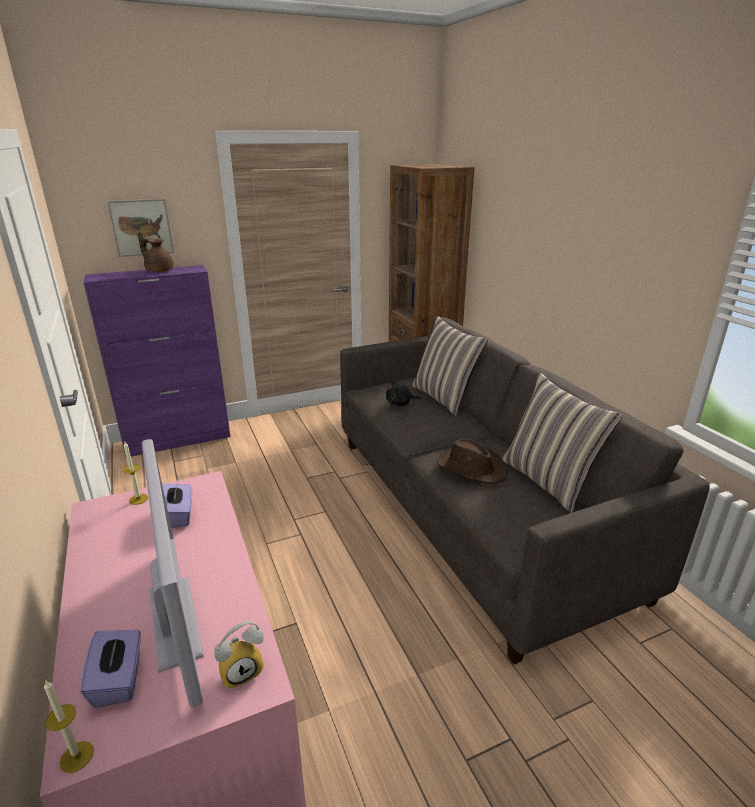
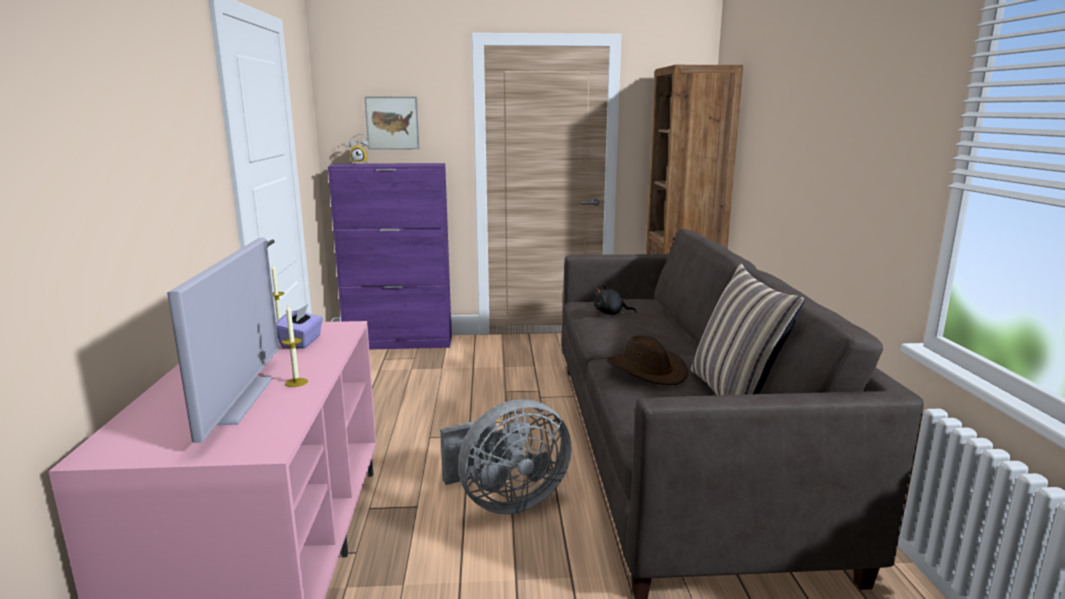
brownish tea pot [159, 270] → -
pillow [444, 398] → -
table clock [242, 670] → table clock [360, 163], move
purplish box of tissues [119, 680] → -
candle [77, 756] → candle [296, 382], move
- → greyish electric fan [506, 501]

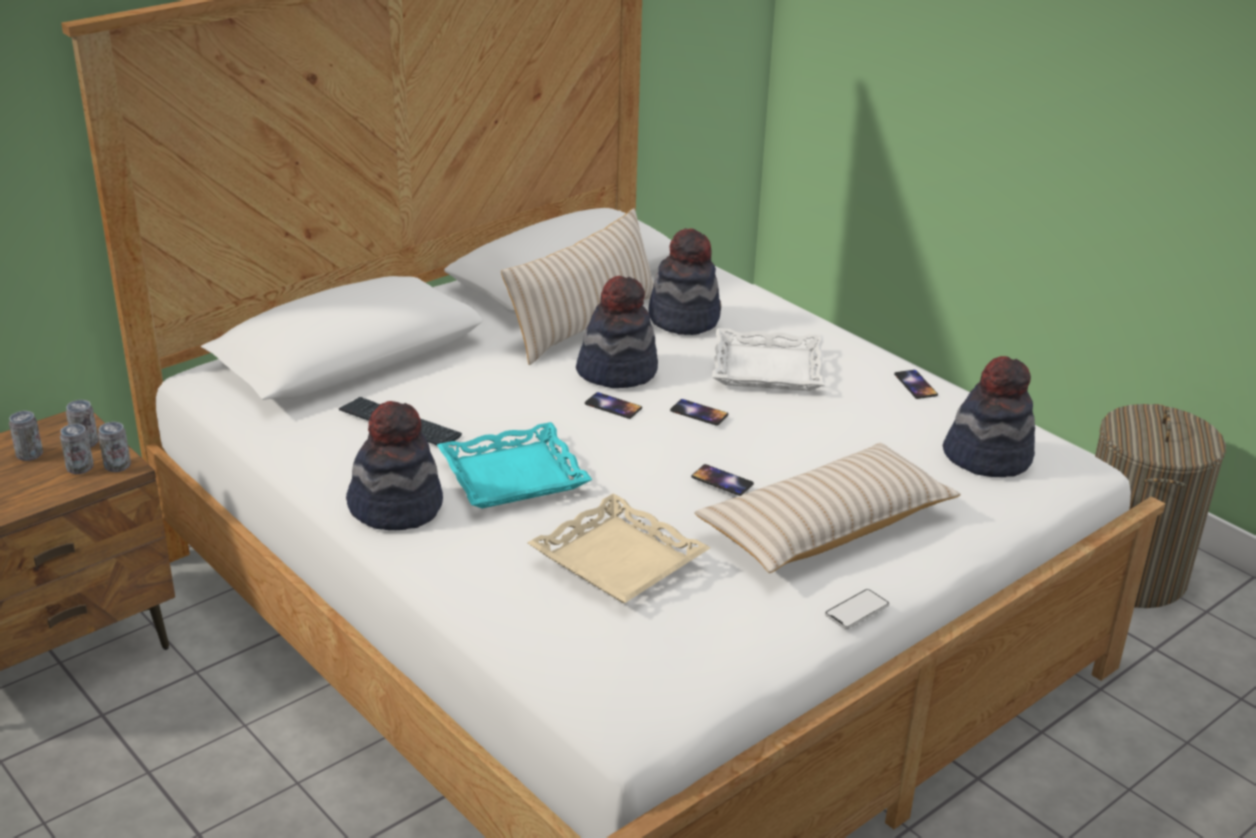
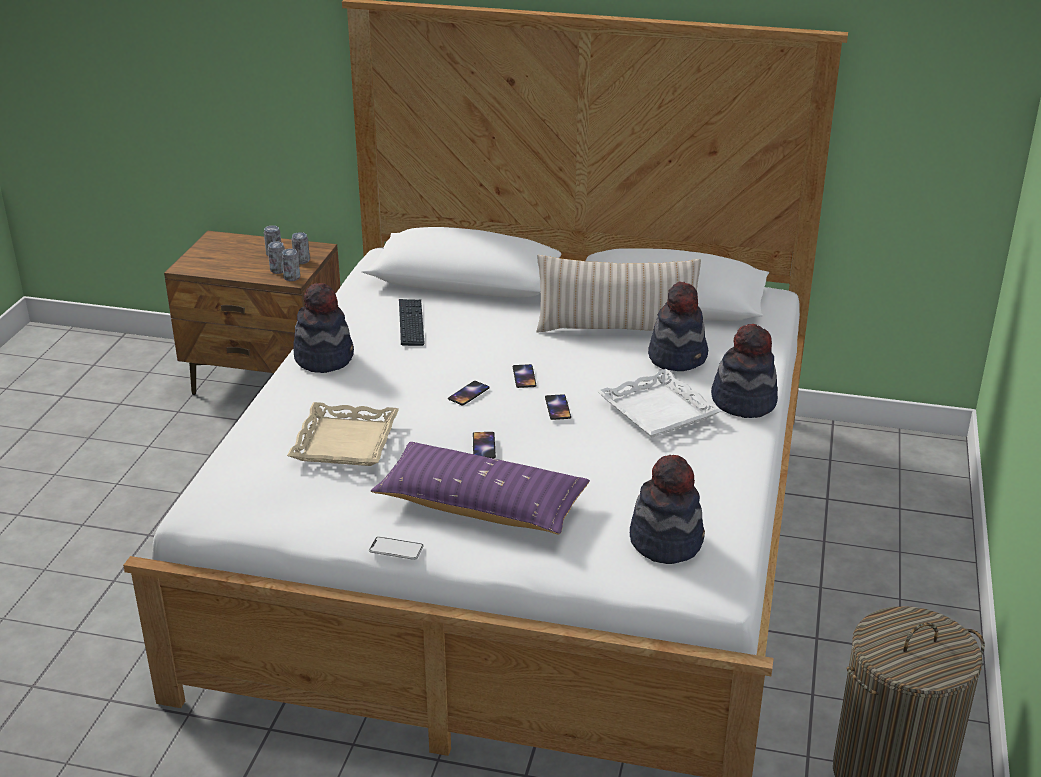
wearable hat [617, 371] → wearable hat [743, 401], move
phone [915, 385] → phone [469, 393], move
turquoise tray [513, 475] → -
beige-coloured pillow [826, 527] → purplish pillow [481, 505]

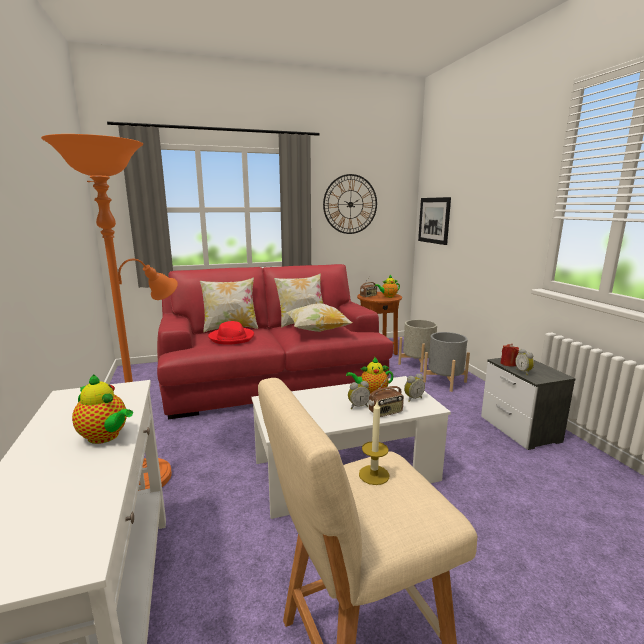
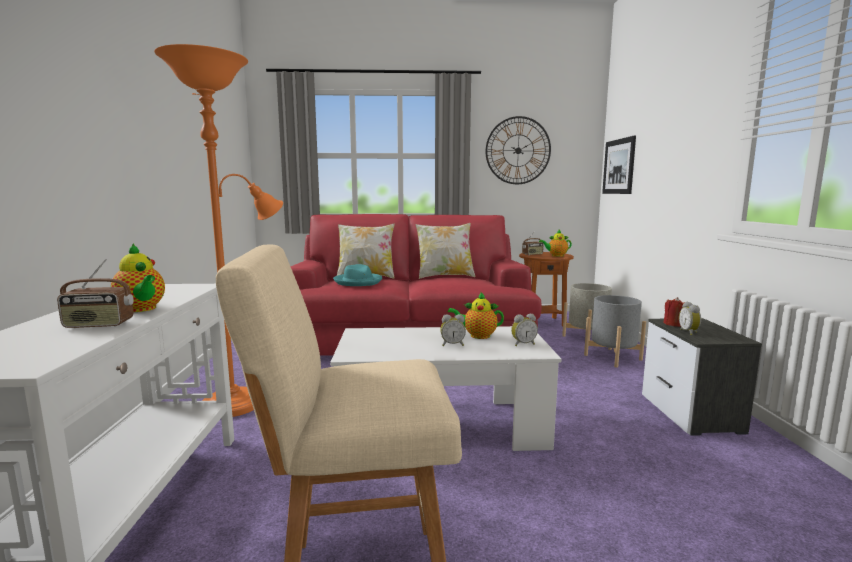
pillow [317, 331] → -
reddish wearable hat [232, 338] → turquoise wearable hat [358, 282]
radio set [385, 412] → radio set [98, 325], move
candle [374, 475] → -

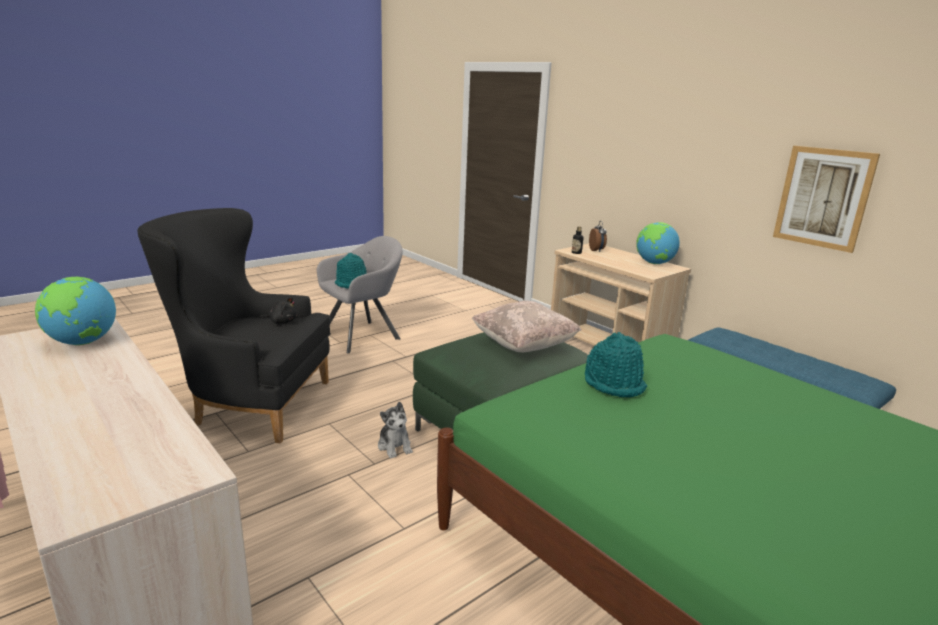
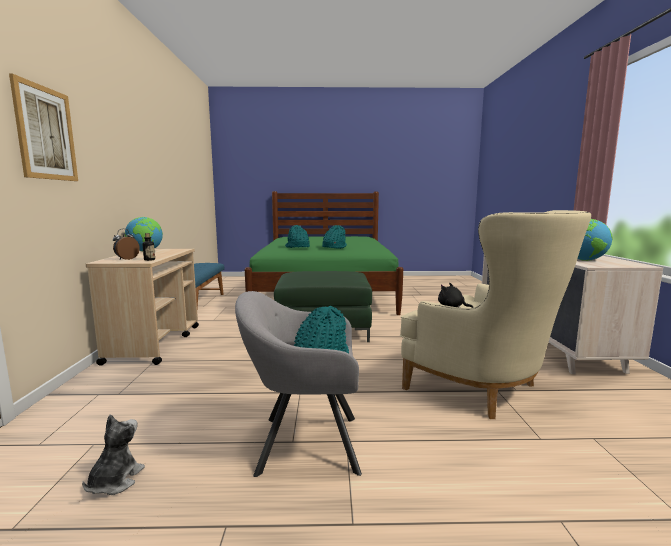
picture [823, 198] → picture [46, 133], move
black lounge chair [249, 403] → beige-coloured lounge chair [484, 390]
beige-coloured pillow [524, 346] → -
plush toy [395, 446] → plush toy [115, 481], move
- → turquoise wearable hat [297, 247]

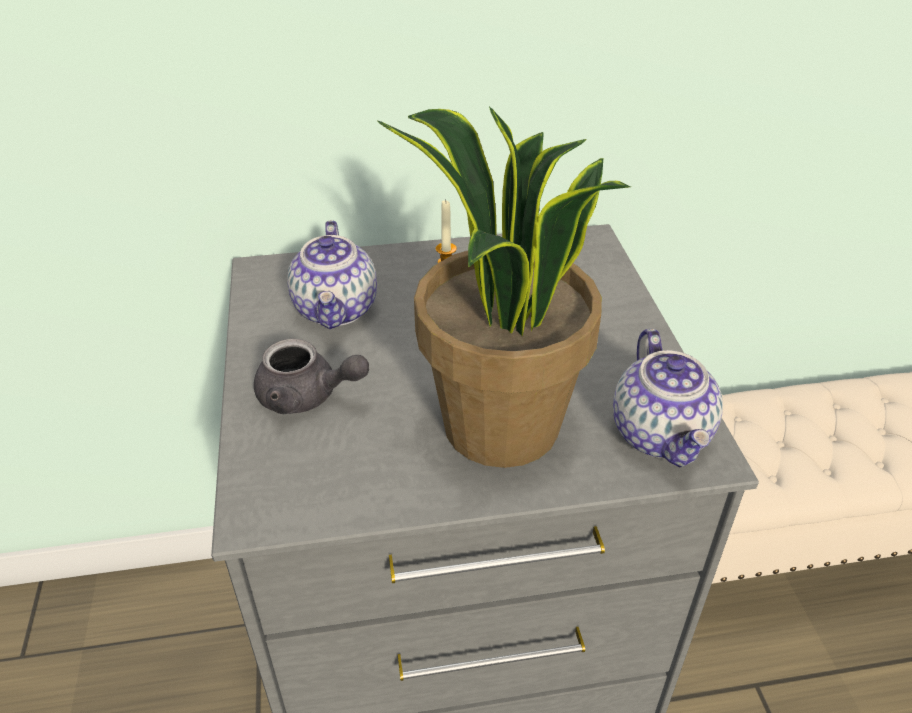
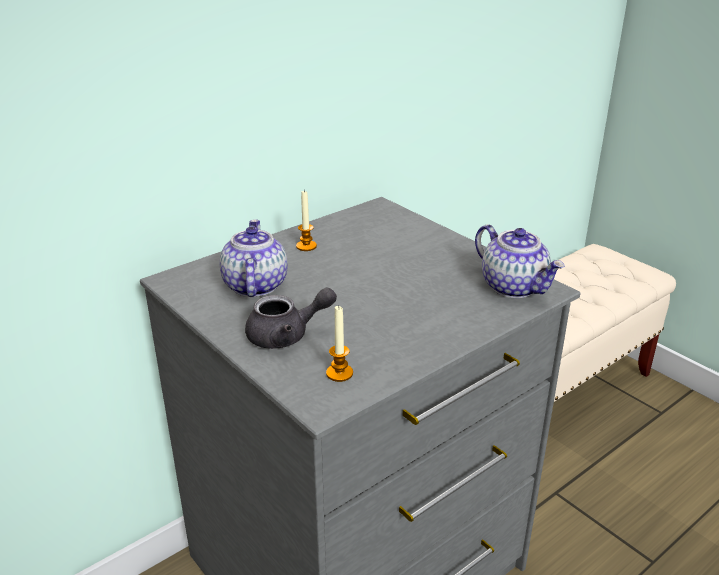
plant in a pot [499, 427] → -
tea pot [337, 309] → tea pot [254, 285], 150 degrees counterclockwise
- → candle [339, 373]

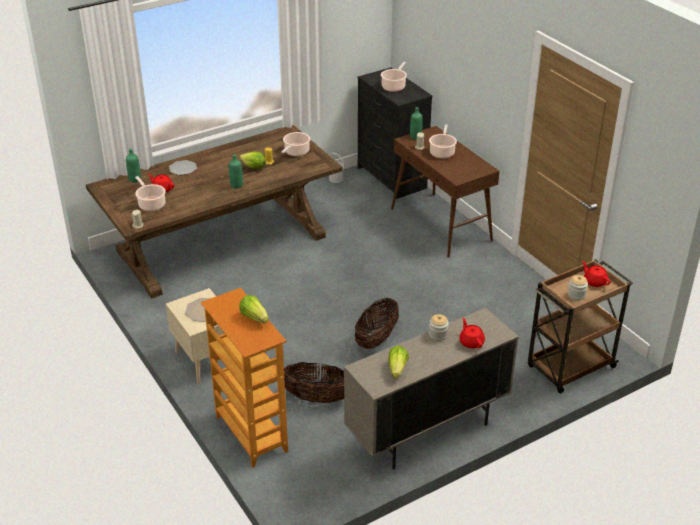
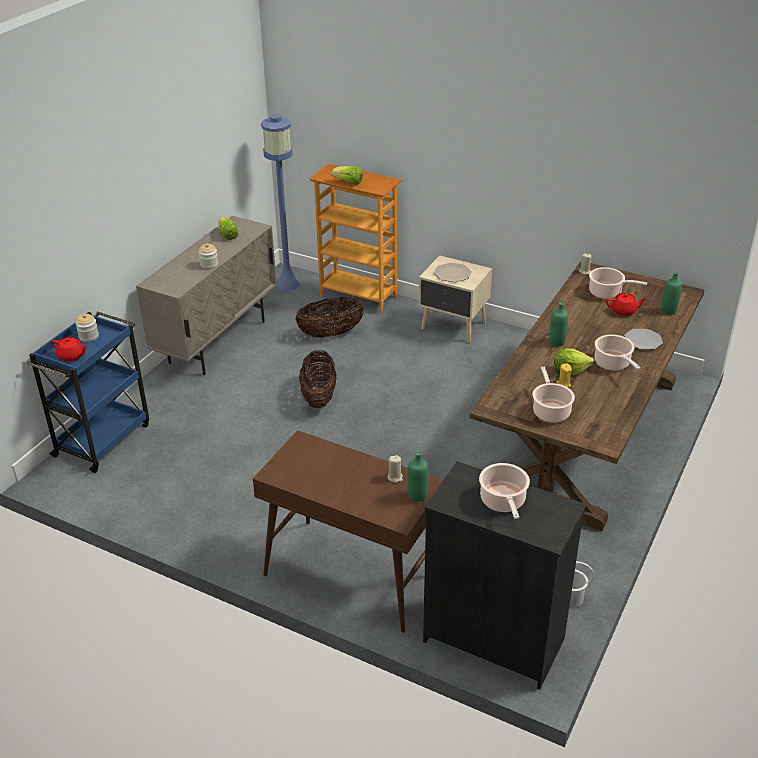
stockpot [442, 152] → stockpot [613, 364], move
brownish wheeled cart [569, 368] → bluish wheeled cart [103, 439]
reddish tea pot [471, 342] → -
- → bluish floor lamp [288, 284]

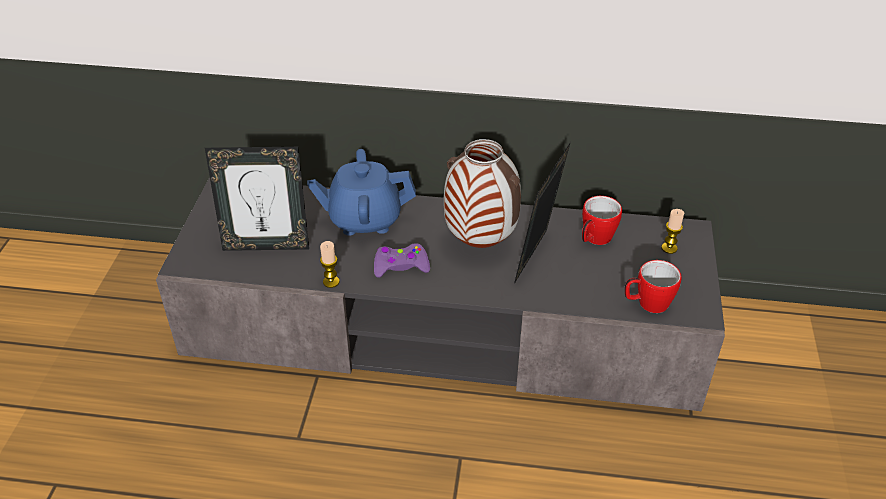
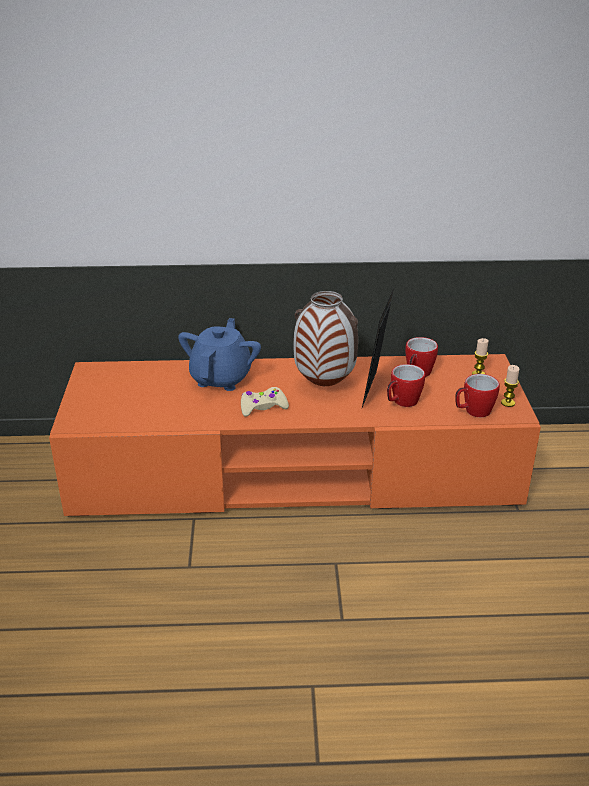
picture frame [266, 245] → -
bluish tea pot [364, 219] → bluish tea pot [221, 378], 120 degrees clockwise
greyish tv stand [443, 329] → orange tv stand [294, 473]
candle [331, 282] → candle [508, 403], move
purplish game controller [401, 266] → beige-coloured game controller [263, 407]
- → mug [402, 402]

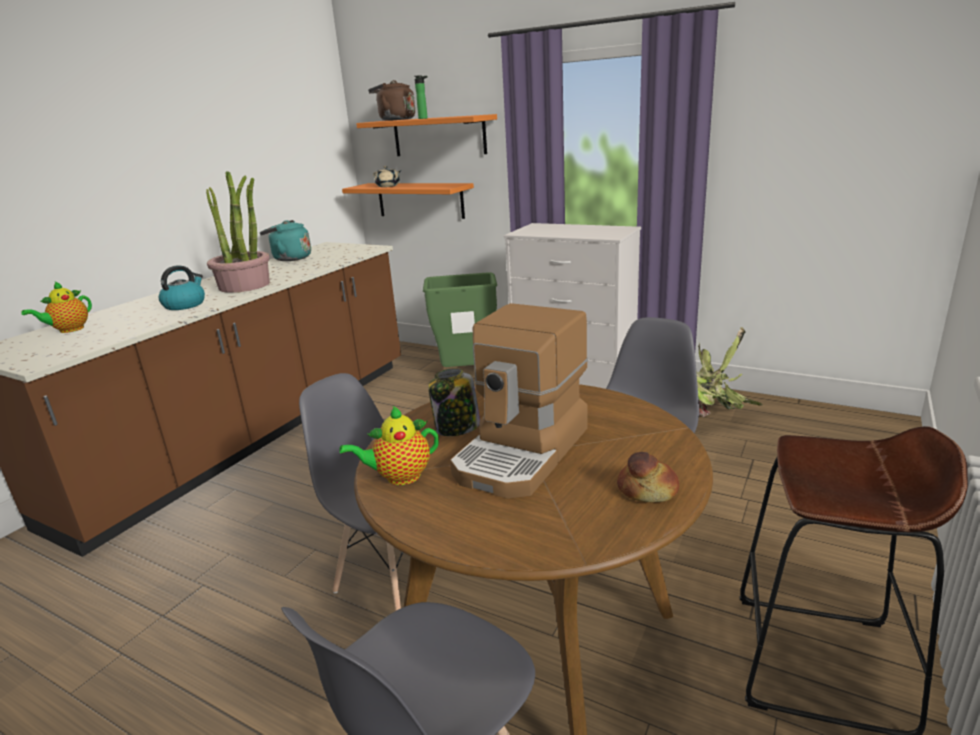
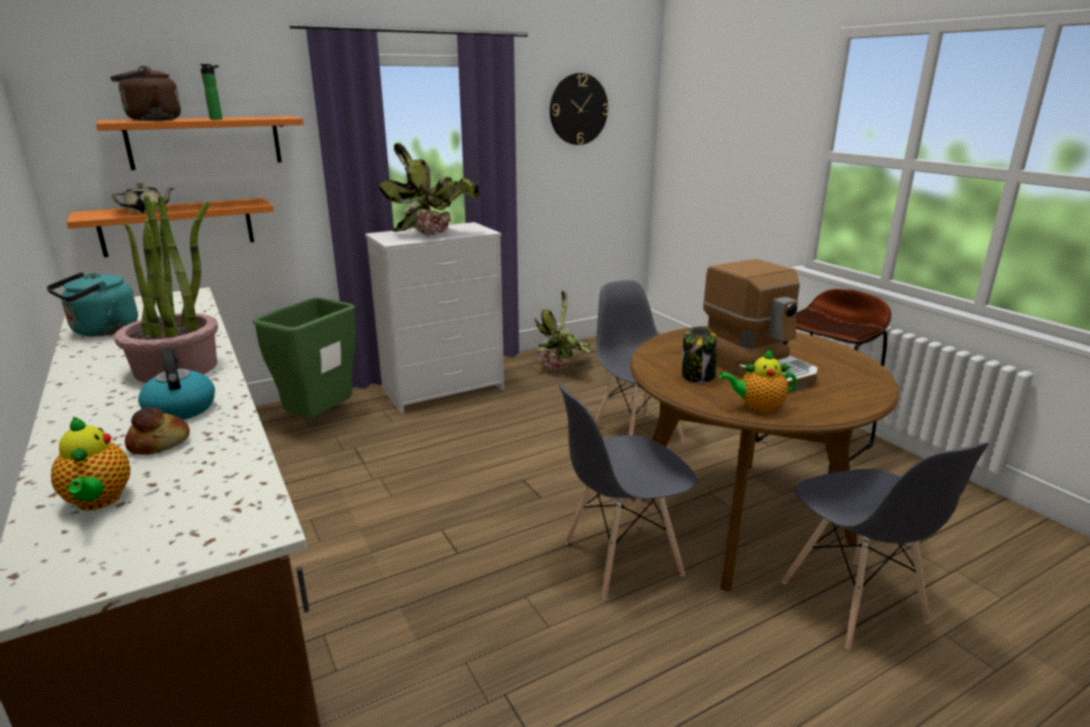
tea pot [399, 477] → tea pot [757, 407], 75 degrees clockwise
bread [648, 490] → bread [160, 444], move
- → hanging clock [578, 109]
- → plant in a pot [433, 233]

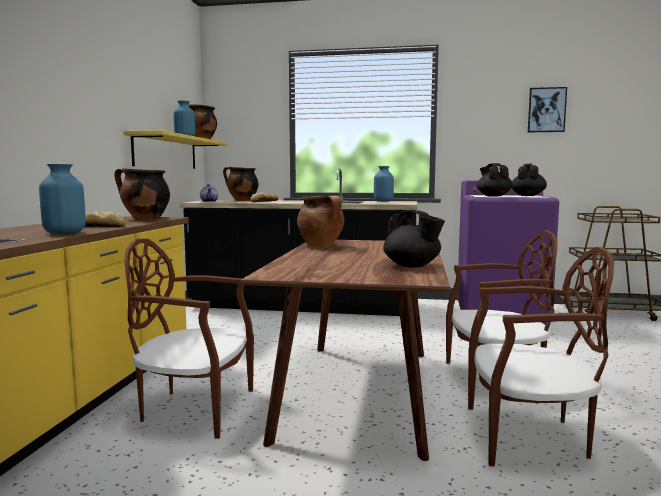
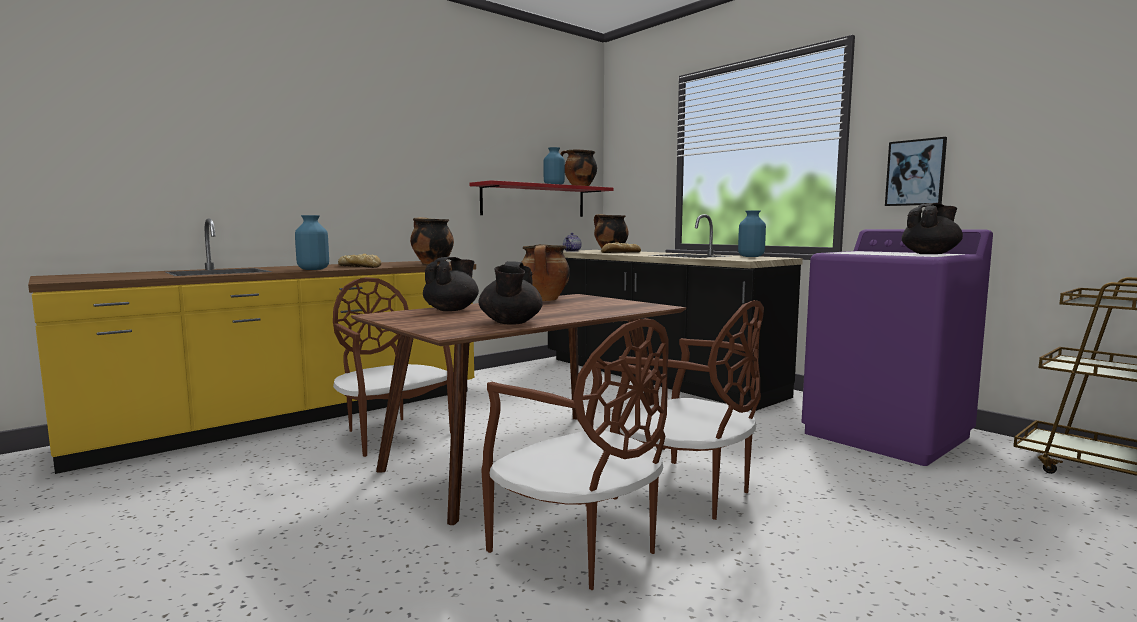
picture [546, 110] → picture [915, 172], move
yellowish wall shelf [166, 152] → reddish wall shelf [534, 201]
black tea pot [493, 196] → black tea pot [452, 310], move

